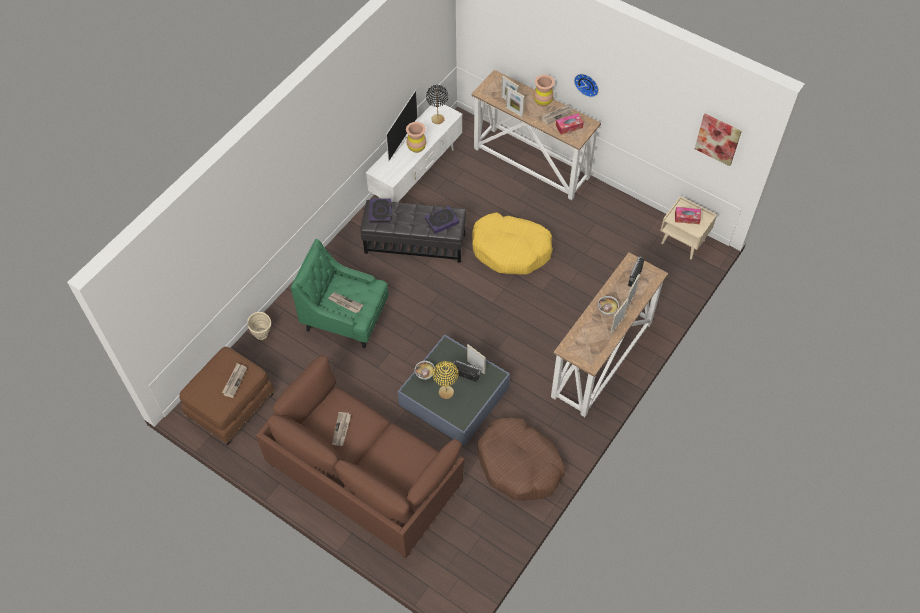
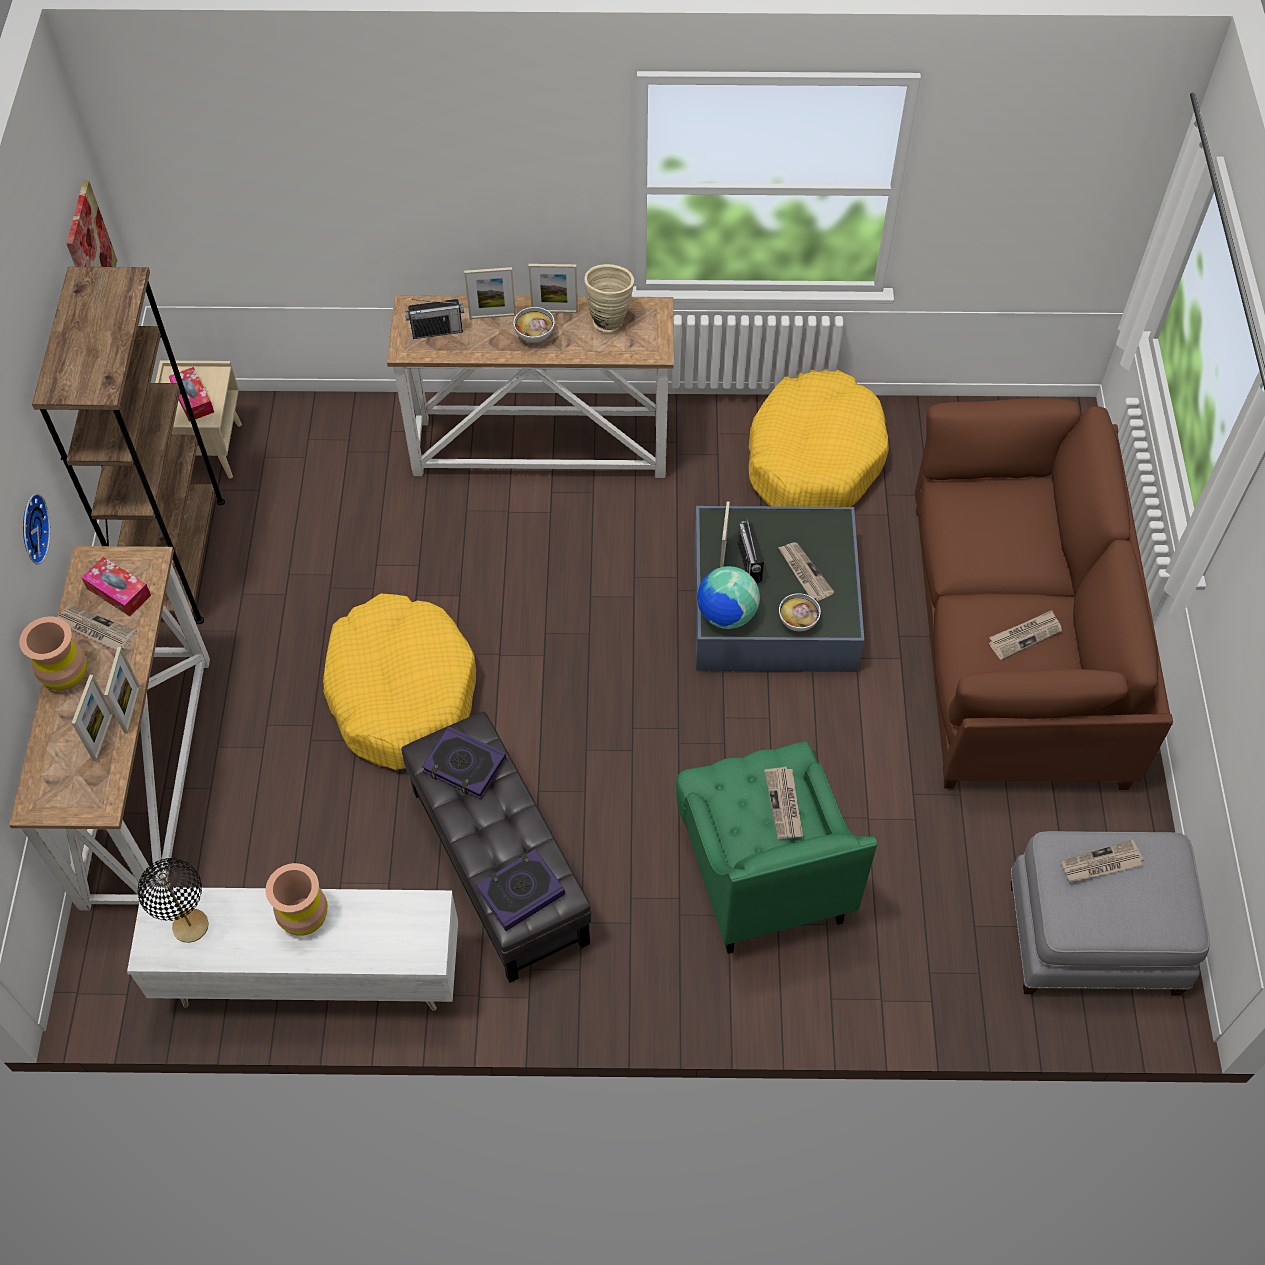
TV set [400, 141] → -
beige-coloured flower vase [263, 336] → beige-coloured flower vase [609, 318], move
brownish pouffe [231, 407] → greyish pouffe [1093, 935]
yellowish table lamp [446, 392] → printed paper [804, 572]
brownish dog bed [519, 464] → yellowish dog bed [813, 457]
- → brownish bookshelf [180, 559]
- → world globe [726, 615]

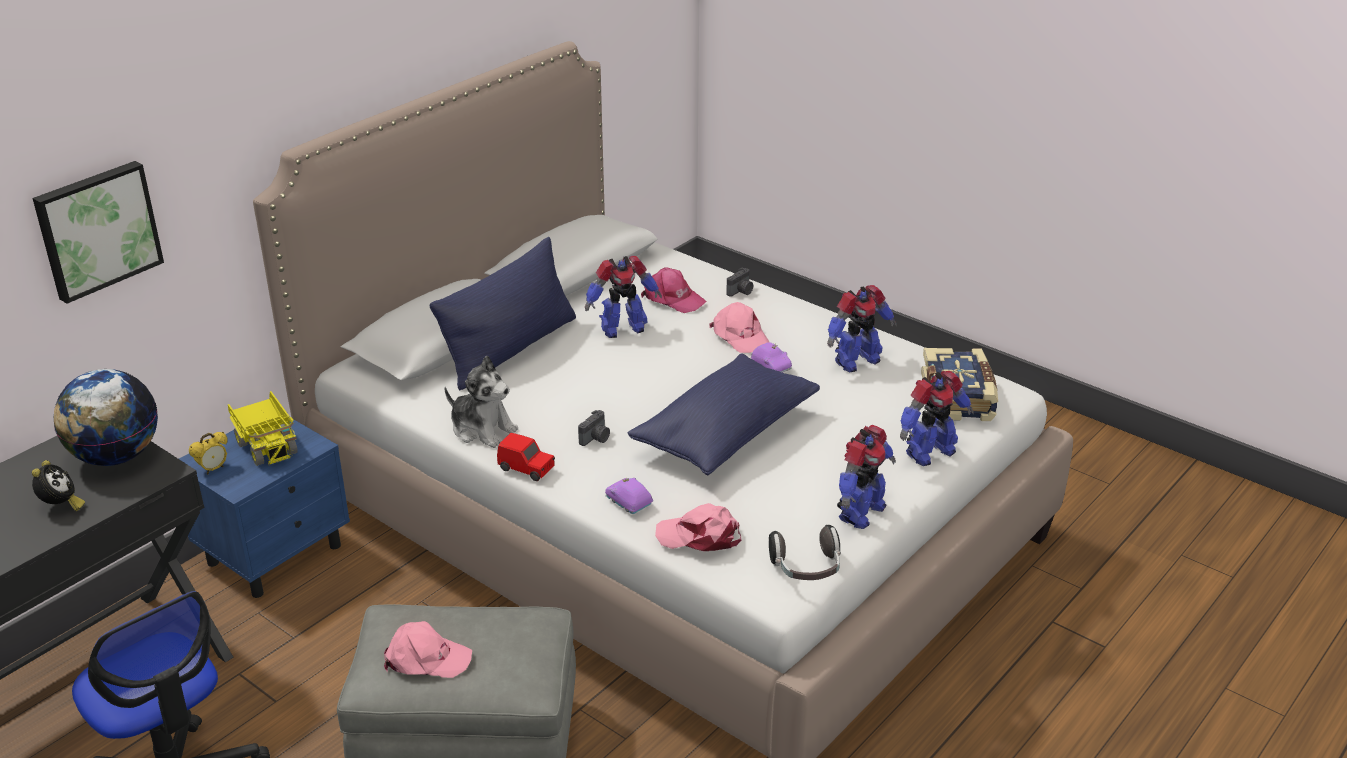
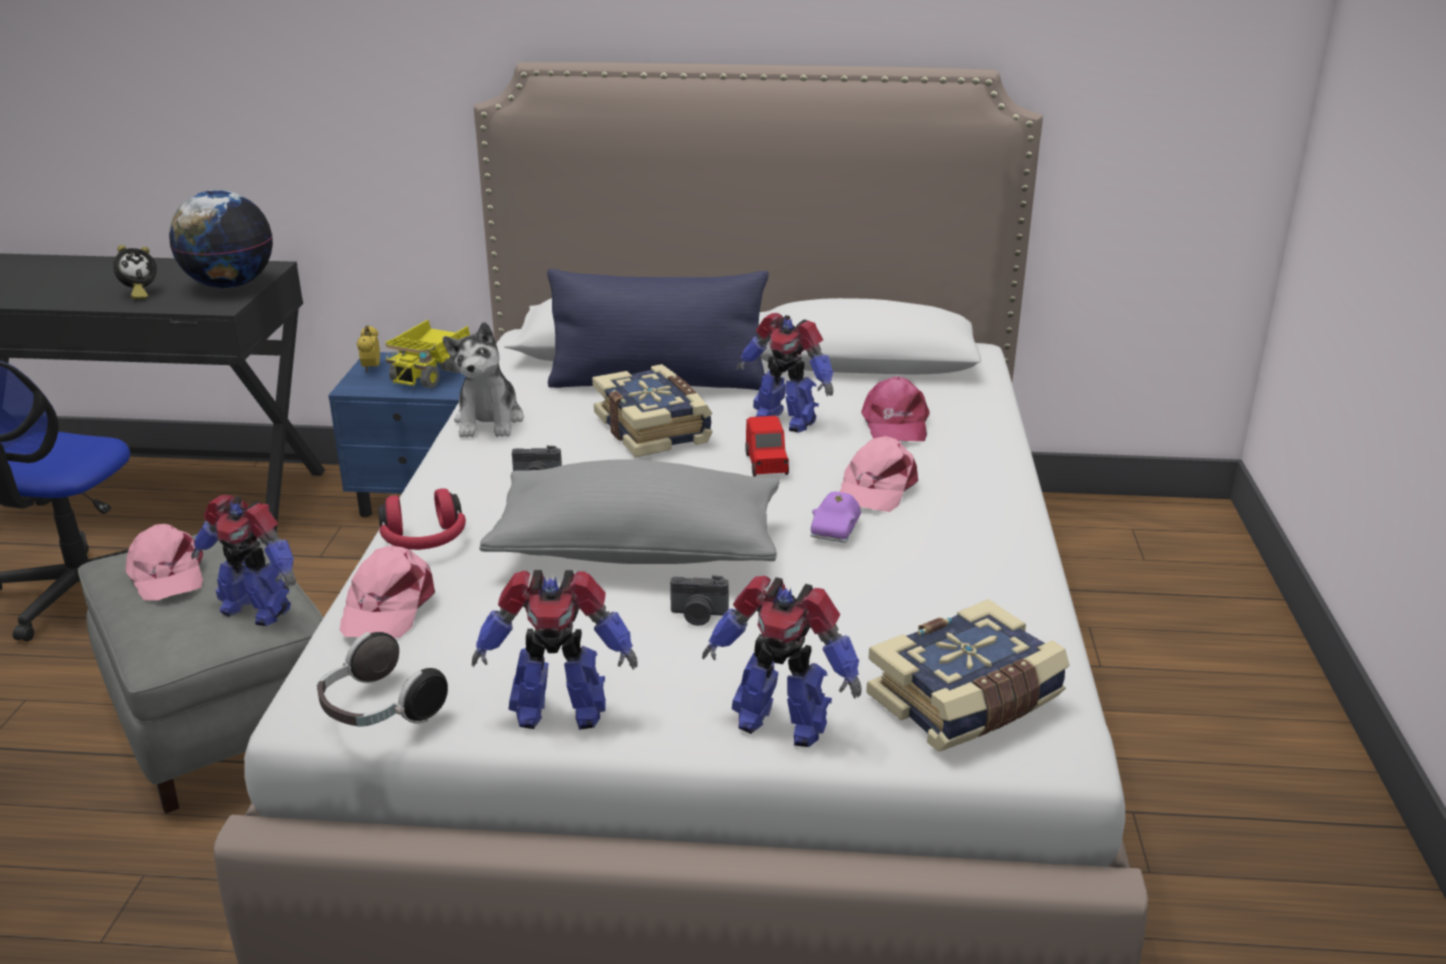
picture [97, 229] → -
photo camera [741, 291] → photo camera [698, 615], move
robot figure [856, 361] → robot figure [256, 609], move
bluish pillow [725, 434] → greyish pillow [637, 550]
table clock [213, 469] → table clock [371, 368], 75 degrees clockwise
reddish miniature car [527, 469] → reddish miniature car [766, 464], move
purplish miniature car [628, 503] → reddish headphones [424, 541]
pink-coloured peaked cap [700, 536] → pink-coloured peaked cap [387, 606], 150 degrees counterclockwise
- → bound book [654, 429]

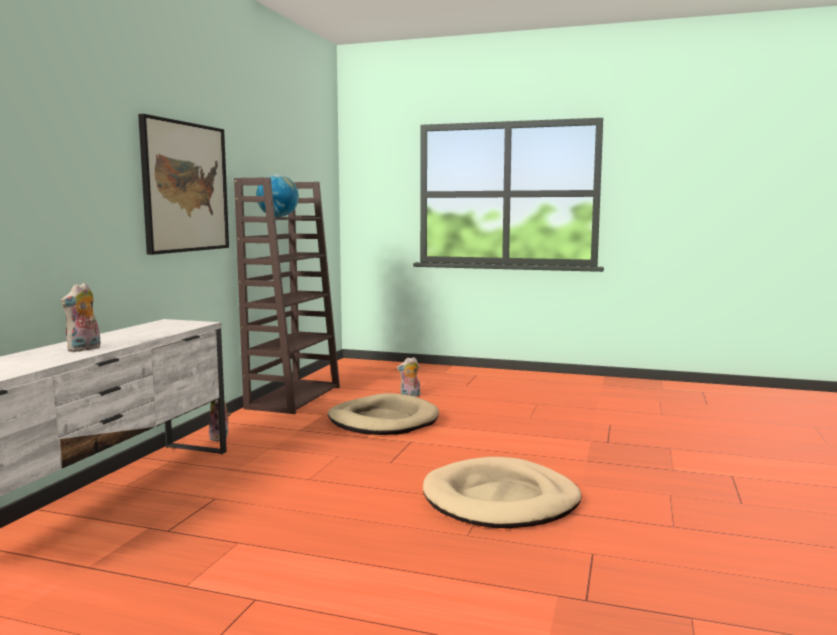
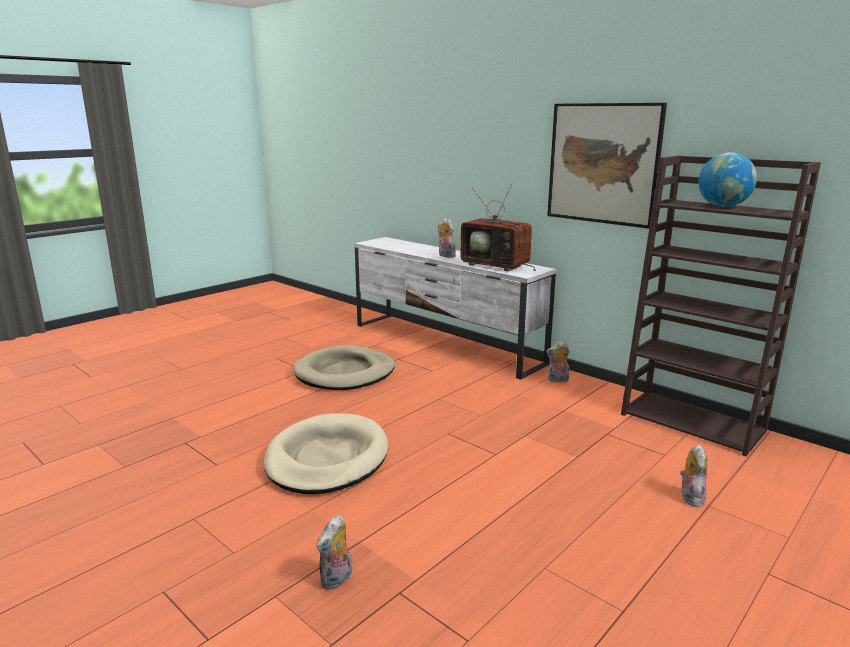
beige-coloured dog bed [383, 421] → beige-coloured dog bed [345, 373], move
- → TV set [498, 265]
- → plush toy [337, 580]

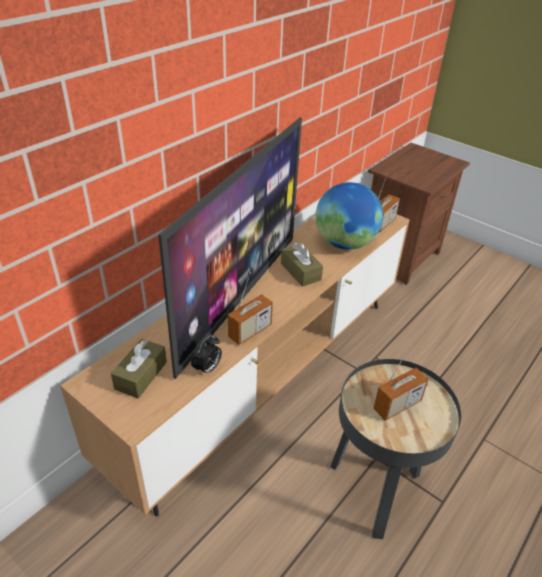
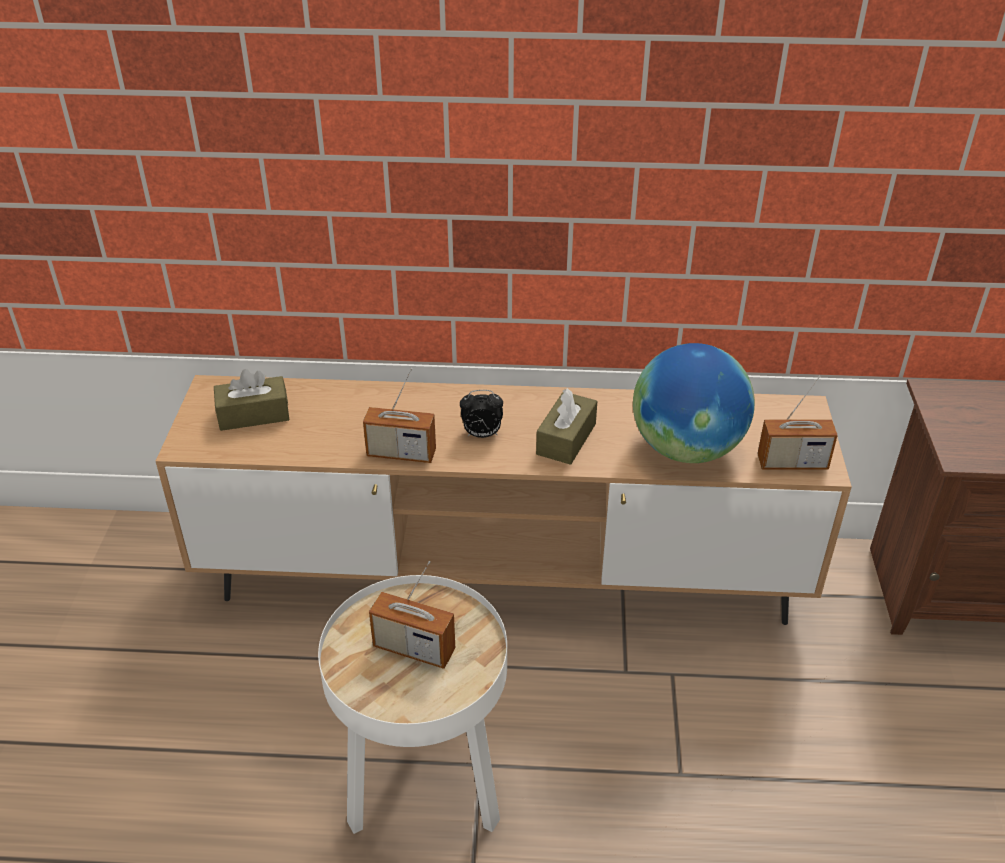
TV set [238, 297] → -
table clock [207, 368] → table clock [481, 434], move
black accent table [375, 489] → white-coloured accent table [425, 788]

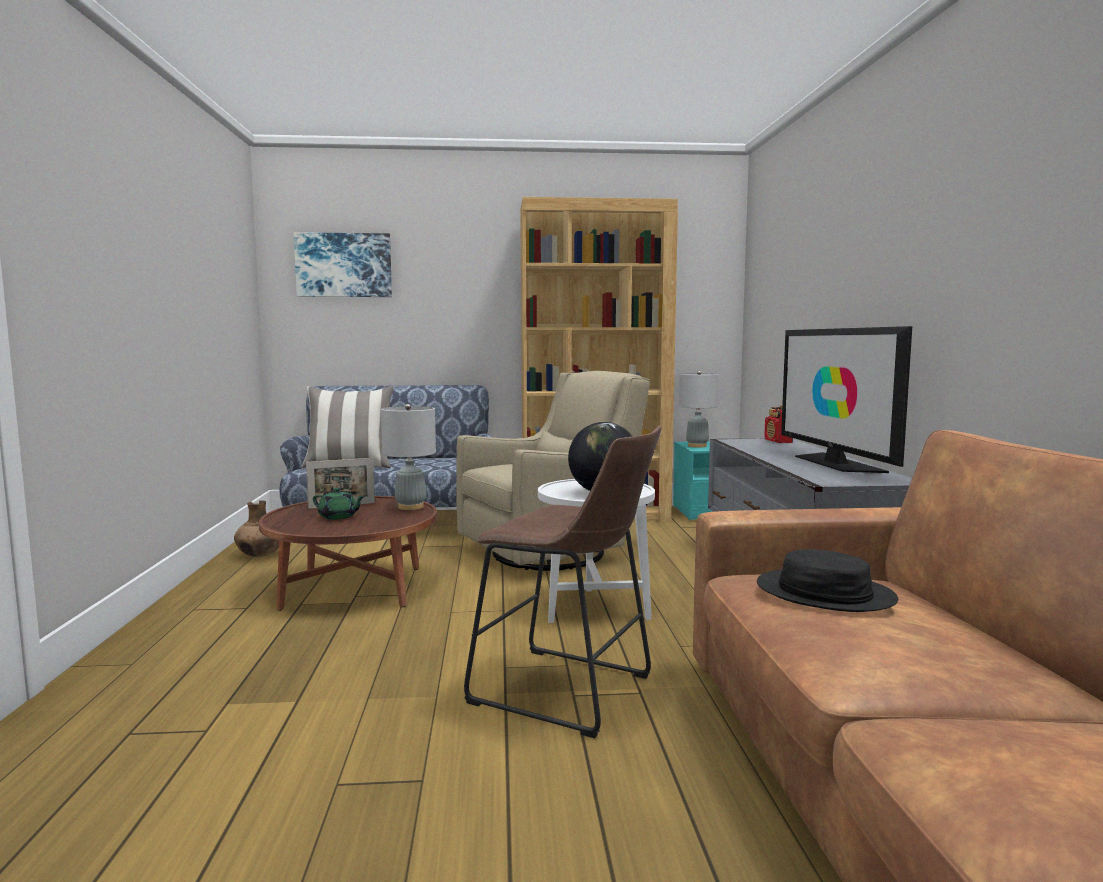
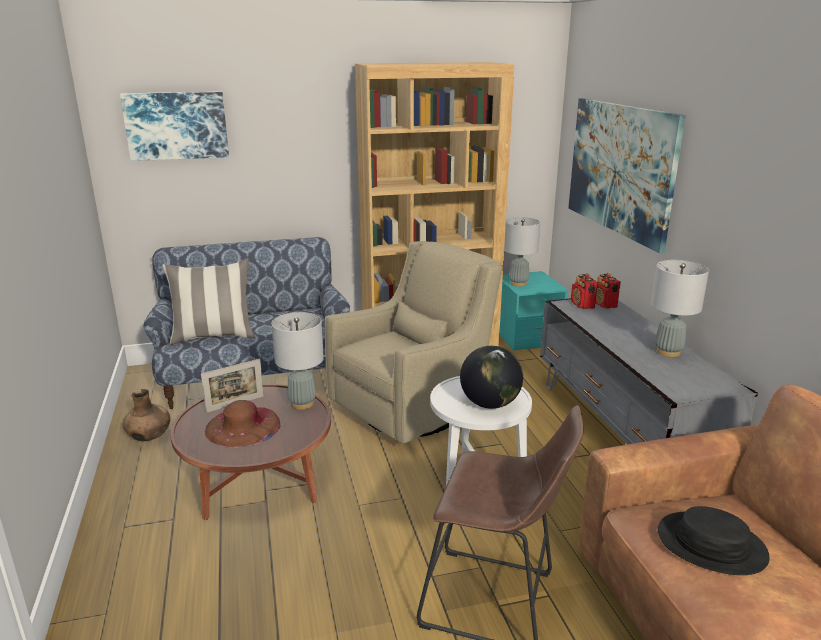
TV set [835, 463] → greyish table lamp [668, 352]
greenish tea pot [338, 517] → brownish wearable hat [243, 426]
- → picture [620, 168]
- → radio set [582, 305]

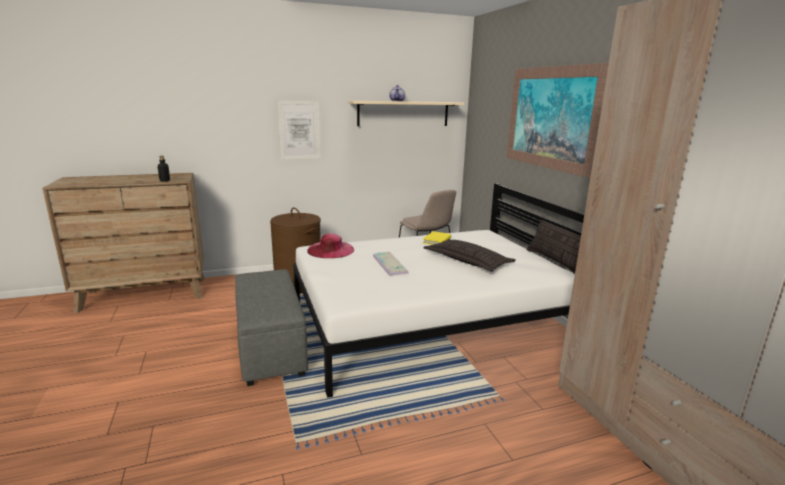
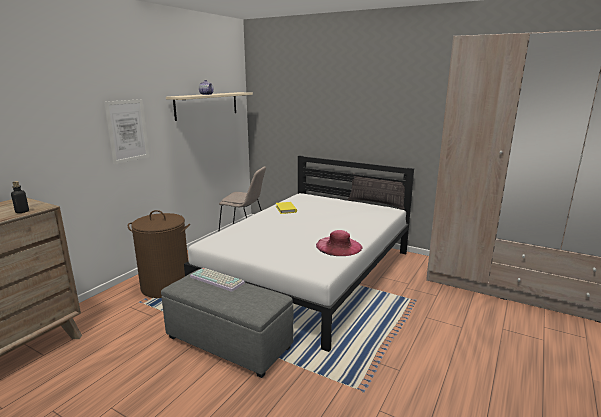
picture [551, 118] → -
pink-coloured wearable hat [331, 250] → pink-coloured wearable hat [339, 246], move
pillow [467, 261] → -
PC keyboard [391, 264] → PC keyboard [218, 279], move

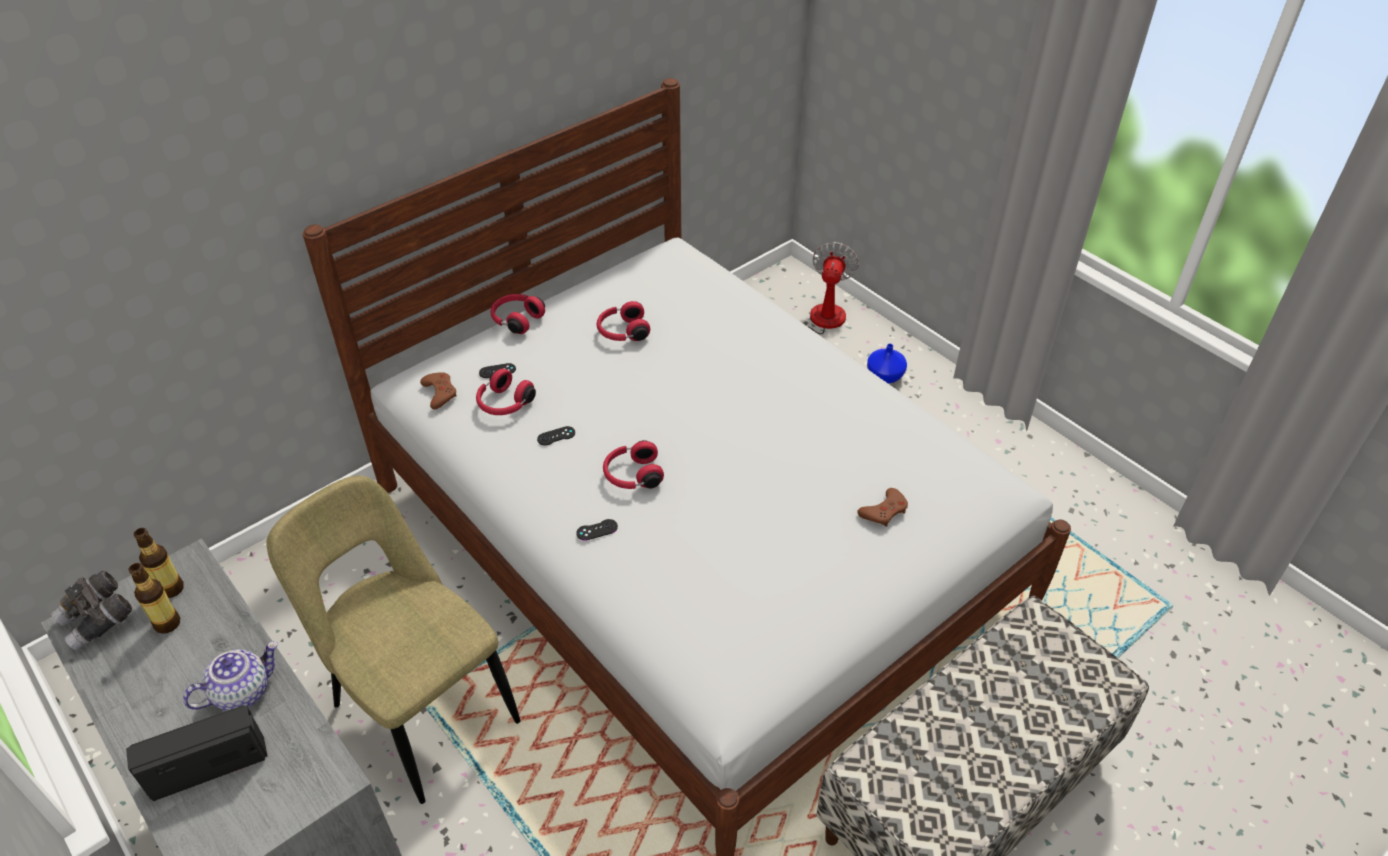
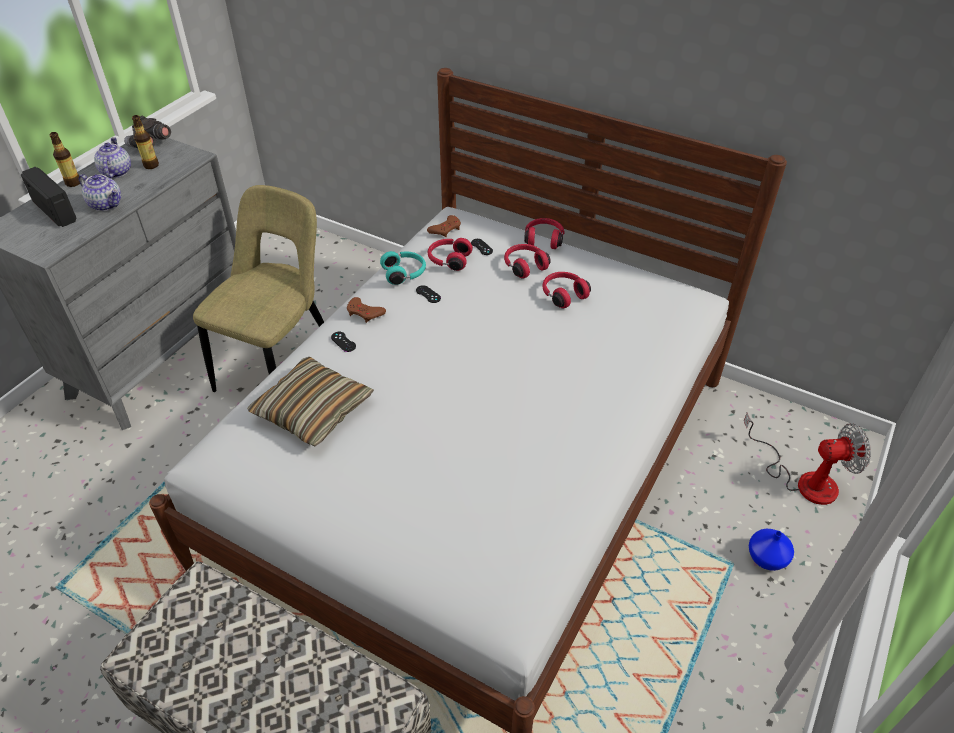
reddish headphones [632, 475] → reddish headphones [524, 266], move
brownish game controller [884, 511] → brownish game controller [365, 313], move
bottle [171, 588] → bottle [73, 183], move
- → tea pot [116, 172]
- → turquoise headphones [404, 273]
- → pillow [313, 410]

